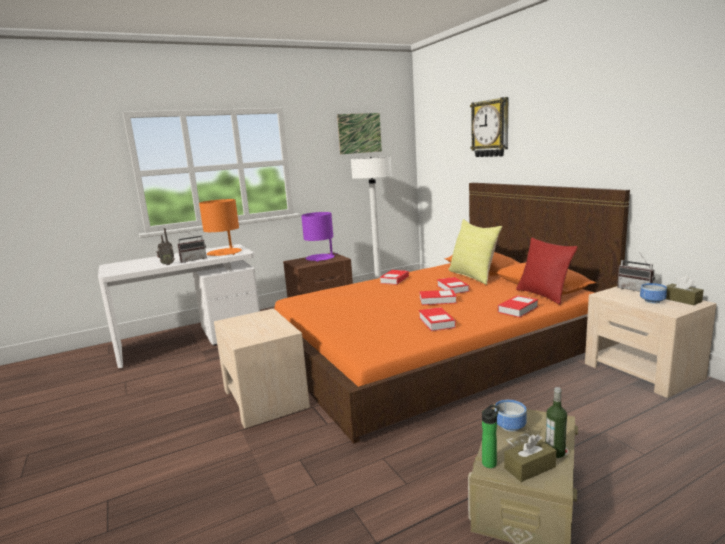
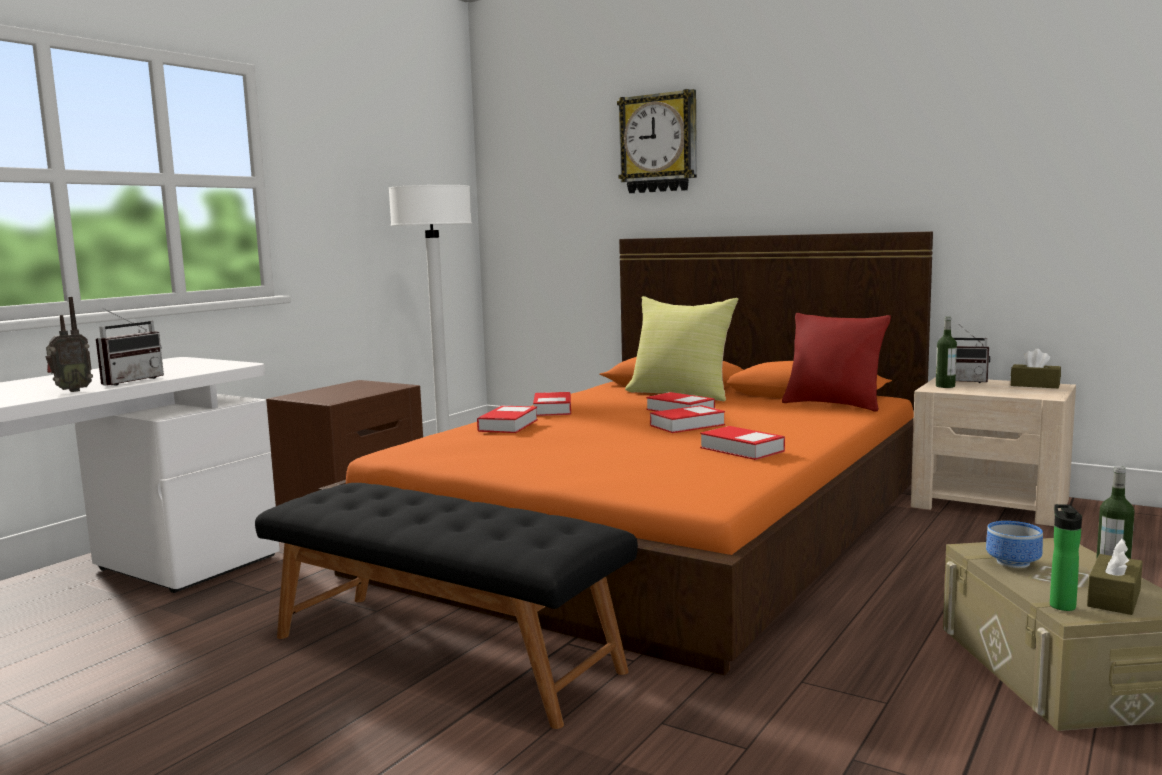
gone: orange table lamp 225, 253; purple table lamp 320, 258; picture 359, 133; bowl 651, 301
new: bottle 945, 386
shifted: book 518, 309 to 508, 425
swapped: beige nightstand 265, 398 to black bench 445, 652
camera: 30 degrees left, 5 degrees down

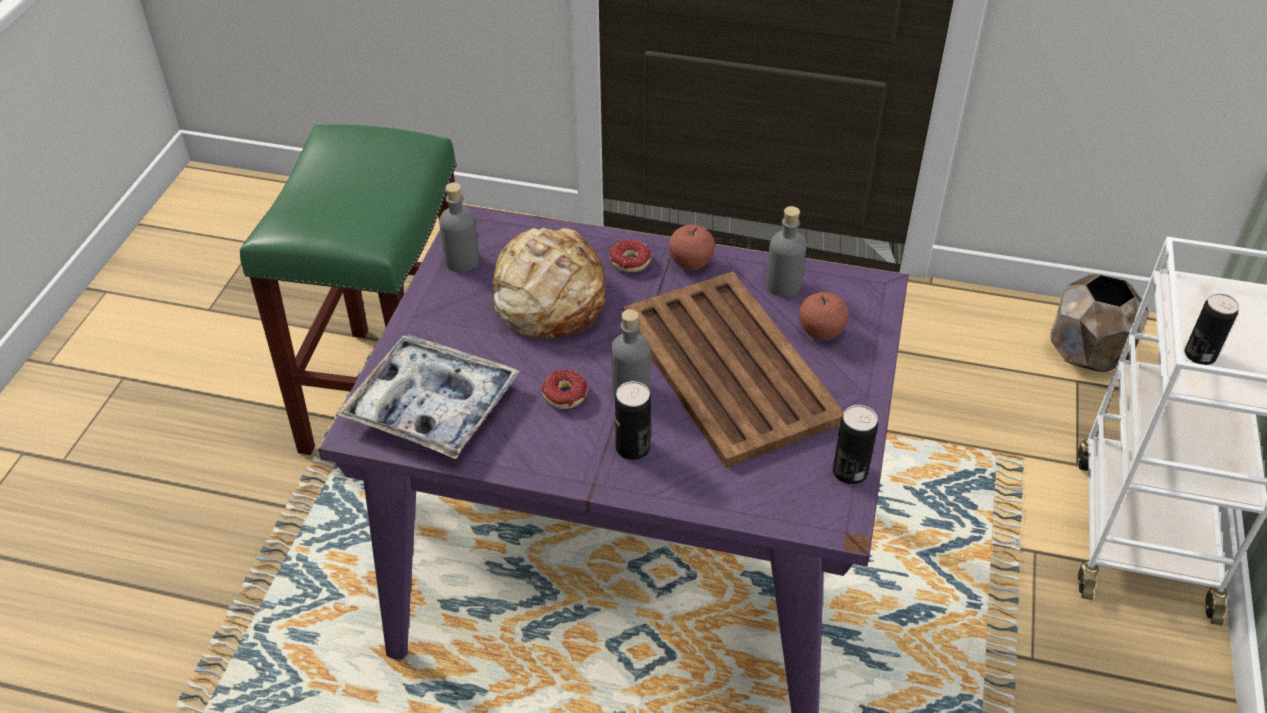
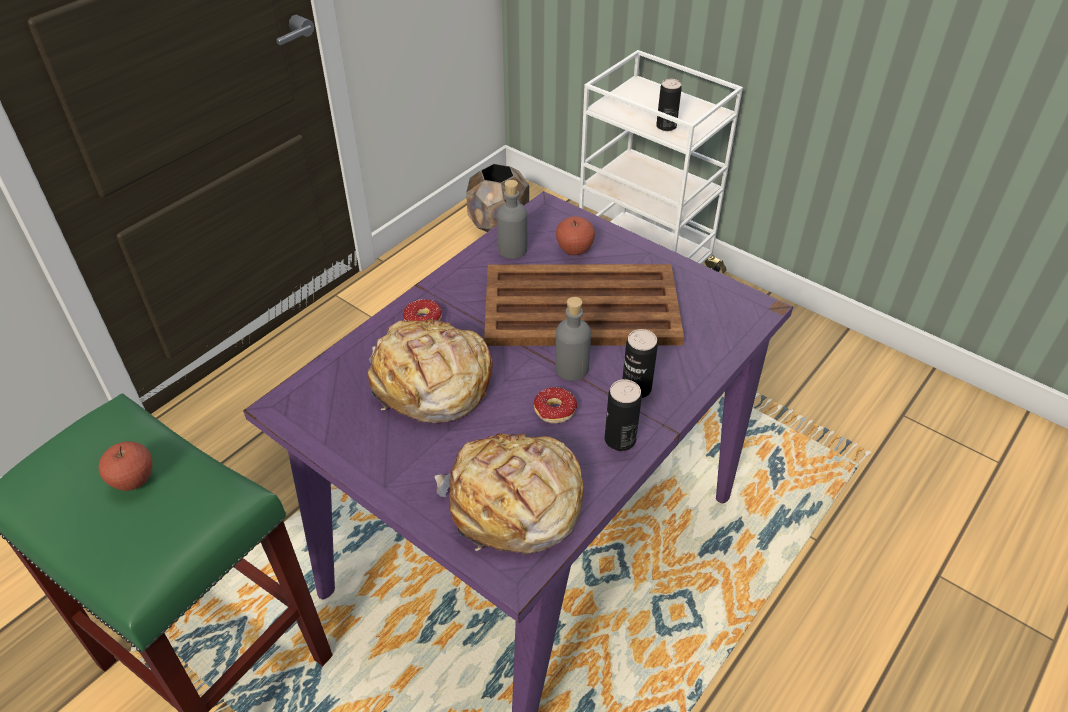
gone: grey bottle 462, 261
shifted: apple 691, 263 to 134, 480; can 850, 472 to 620, 440
swapped: tray 432, 406 to bread 514, 506
camera: 65 degrees left, 0 degrees up

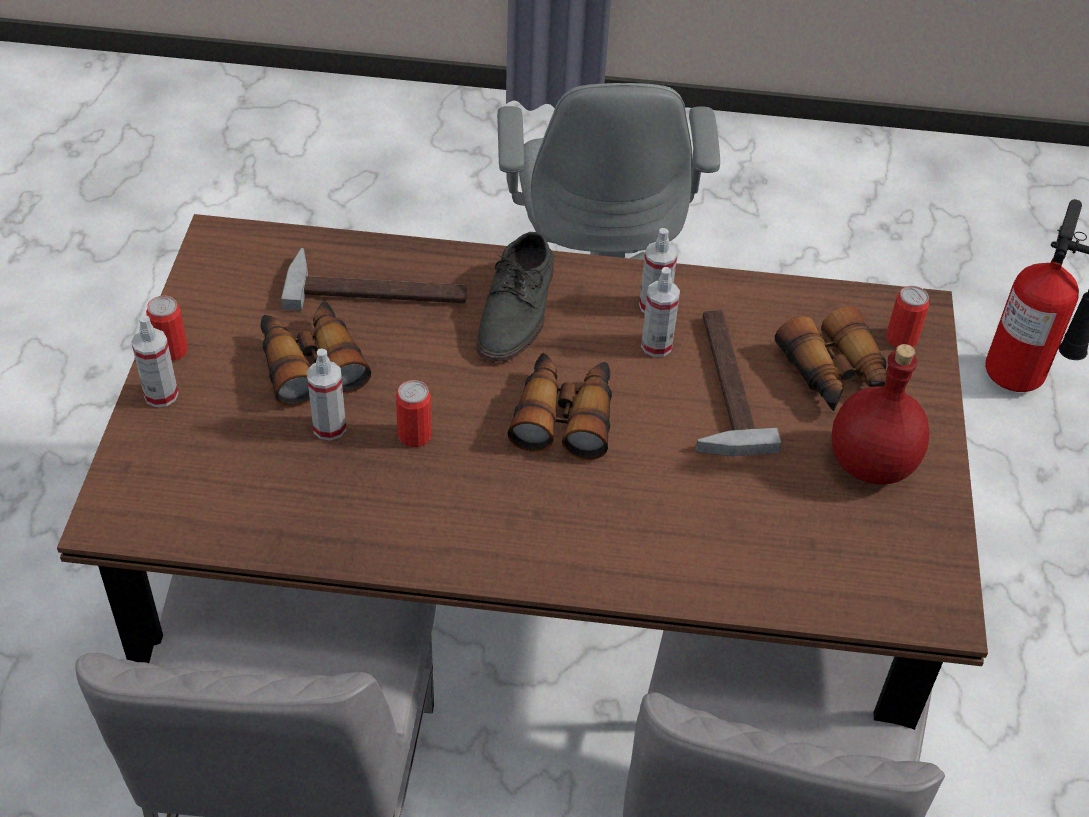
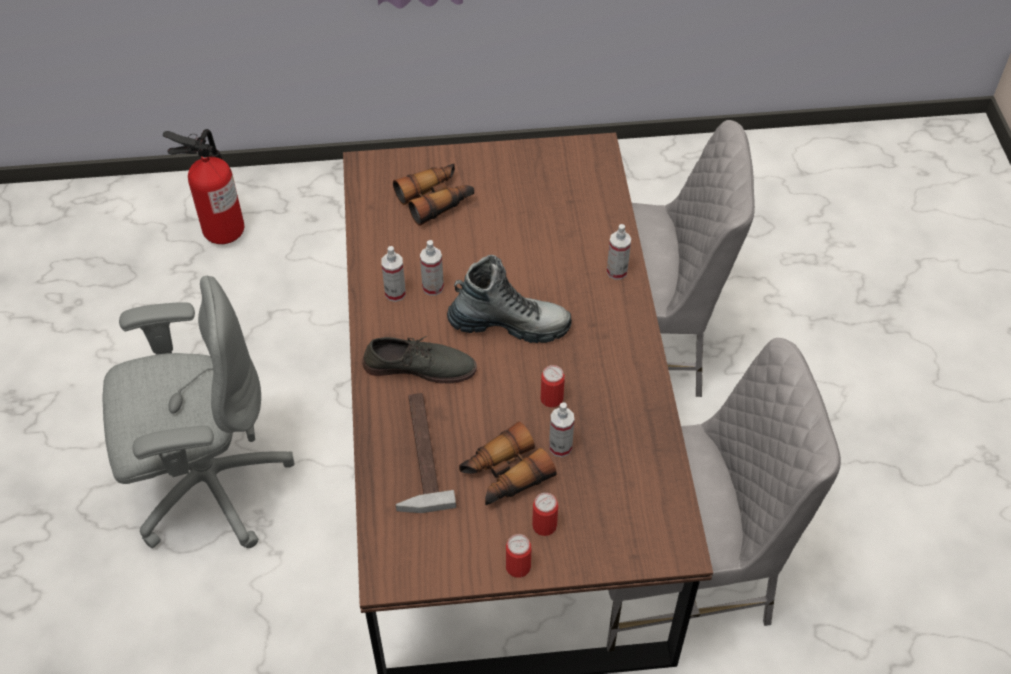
gone: hammer 719, 384; red bottle 870, 465
shifted: spray bottle 161, 395 to 617, 271; can 901, 339 to 544, 525
swapped: binoculars 564, 415 to boot 509, 324
camera: 100 degrees left, 5 degrees up

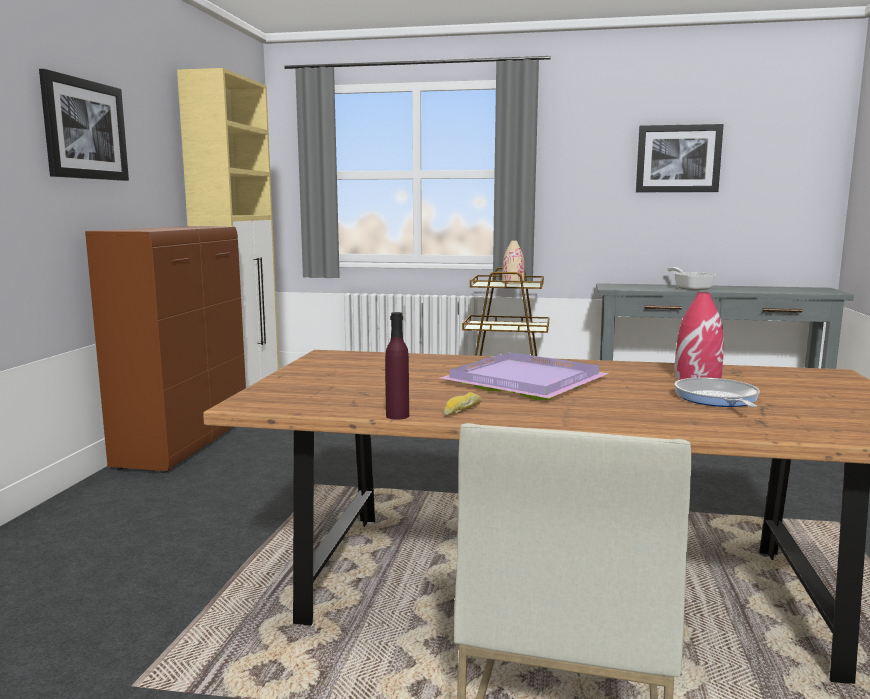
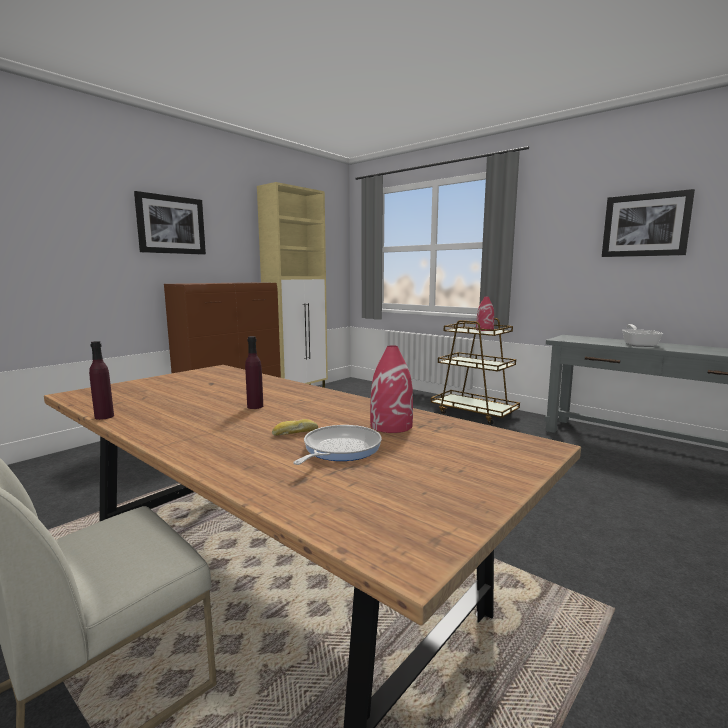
shifted: bread 461, 410 to 295, 433
swapped: purple tray 525, 382 to purple bottle 255, 406
repainted: beige vase 513, 283 to red vase 484, 330
camera: 30 degrees right, 0 degrees up

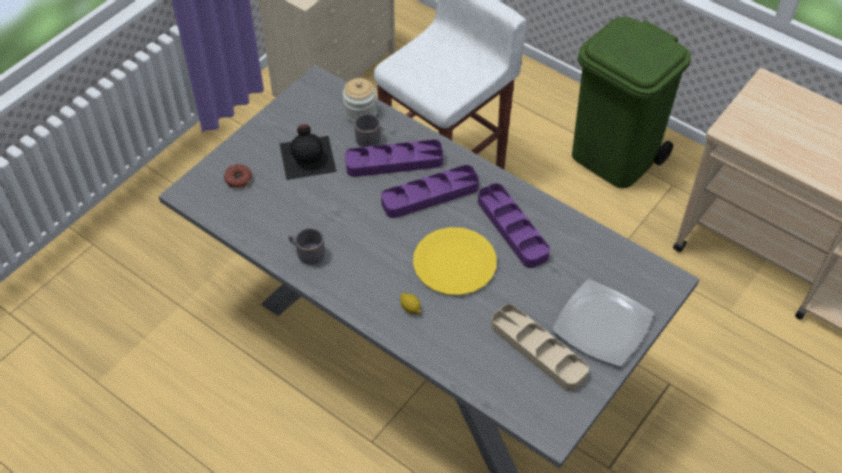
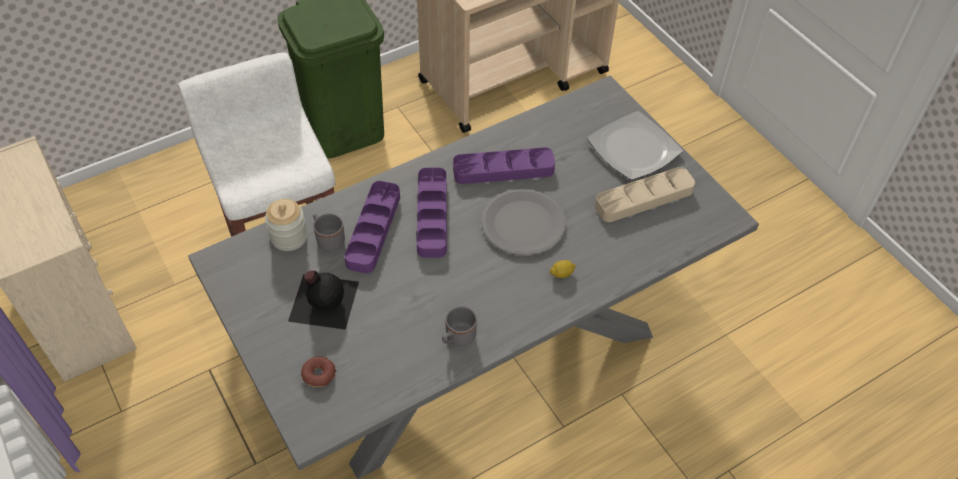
repainted: yellow plate 455, 263 to grey plate 523, 223
camera: 70 degrees left, 0 degrees up

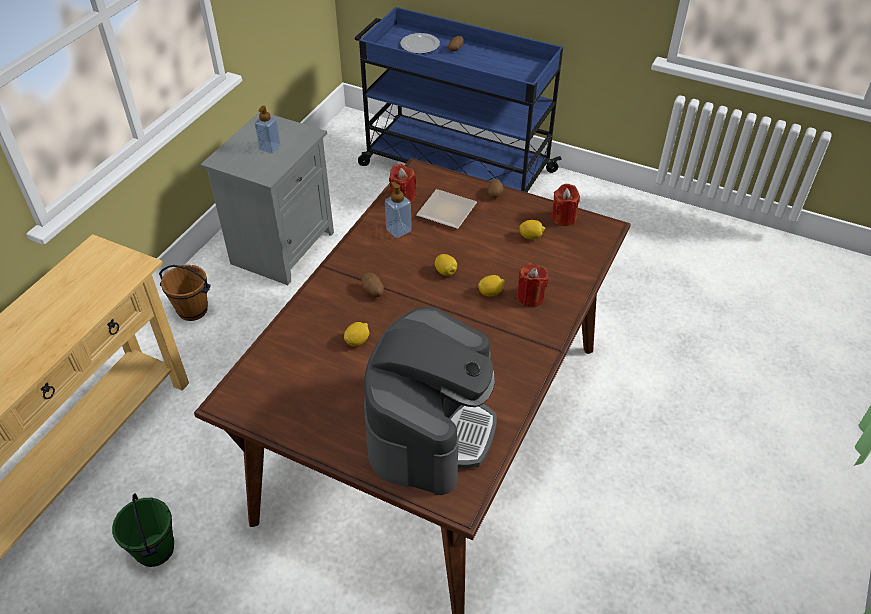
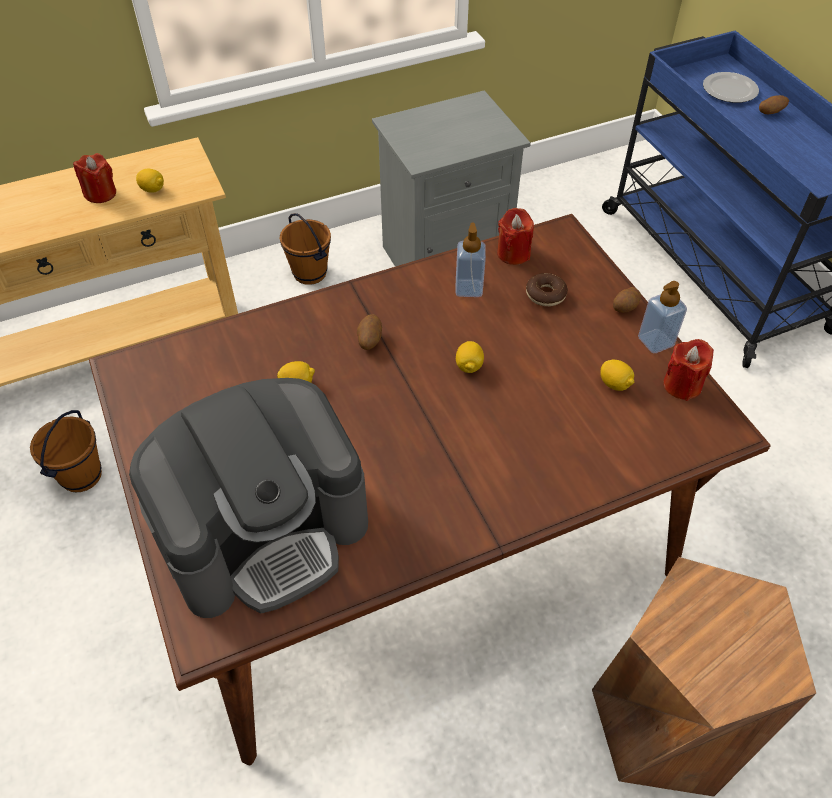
new: brown stool 664, 723
shifted: soap dispenser 270, 147 to 655, 341; lemon 491, 292 to 153, 189; red candle 530, 297 to 101, 194
swapped: plate 446, 210 to donut 545, 295
repainted: green bucket 154, 550 to brown bucket 80, 475
camera: 40 degrees right, 5 degrees up

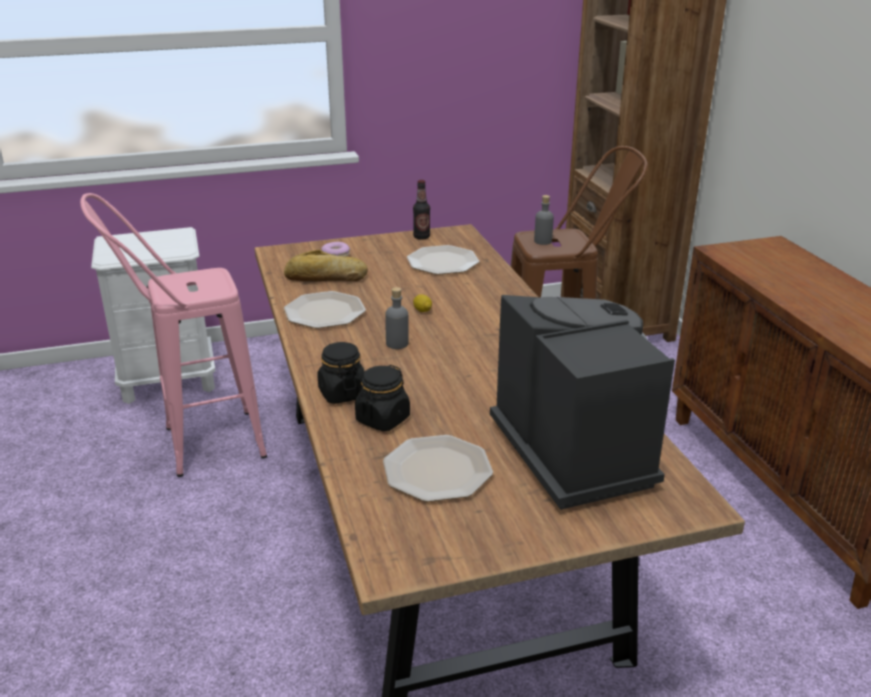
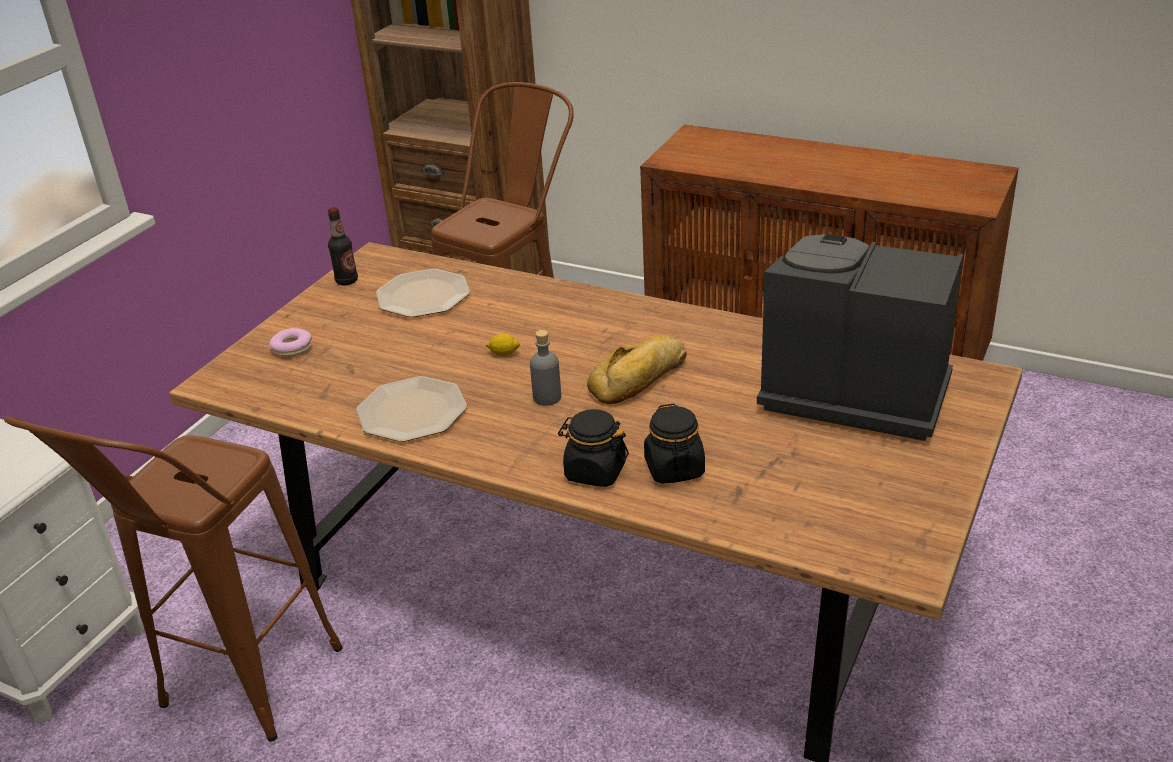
gone: plate 438, 470; grey bottle 543, 241
shifted: bread 325, 277 to 641, 378
repainted: pink stool 196, 447 to brown stool 236, 697
camera: 45 degrees left, 5 degrees up

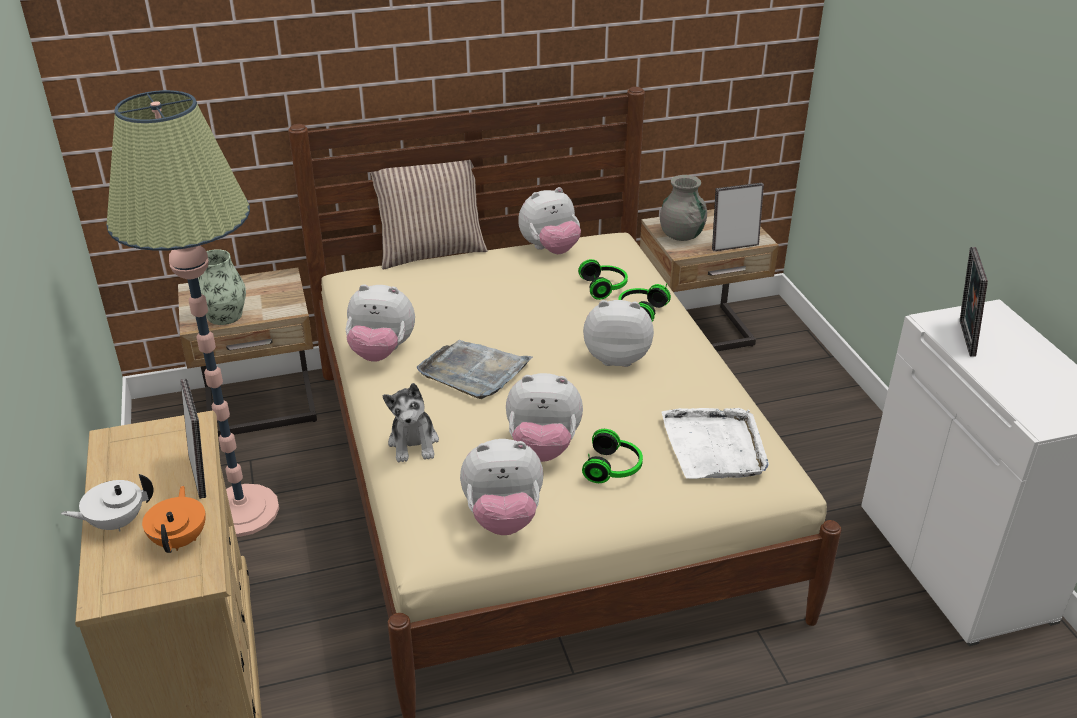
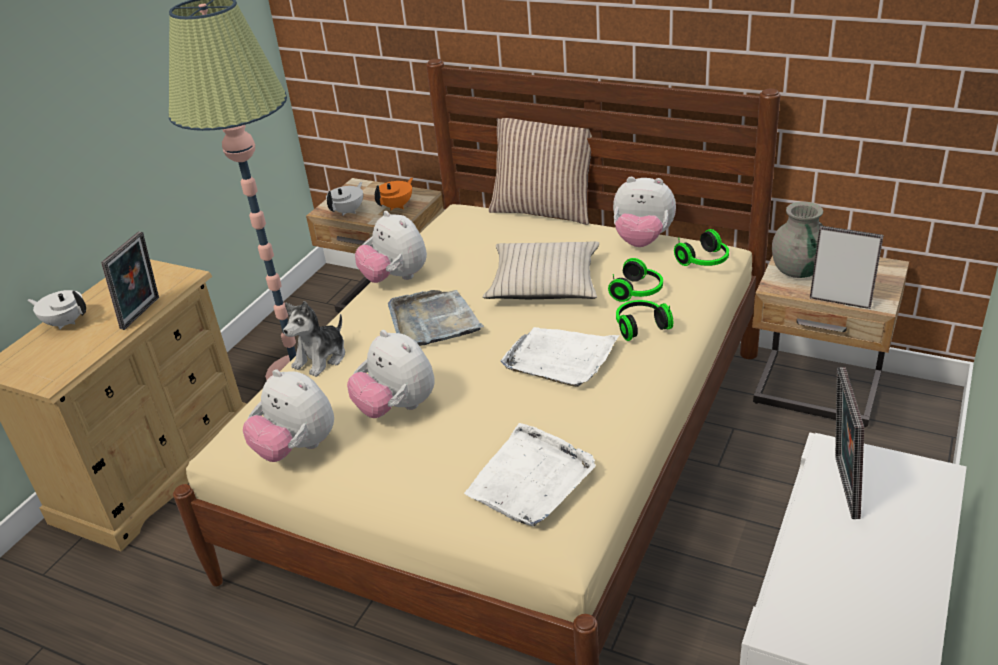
new: beige pillow 544, 283
shifted: orange teapot 180, 539 to 397, 206; headphones 614, 468 to 705, 261
swapped: vase 225, 315 to white teapot 348, 211; plush toy 617, 357 to white tray 560, 358
rotated: picture frame 963, 338 = 841, 486 45 degrees counterclockwise
camera: 45 degrees right, 0 degrees up

